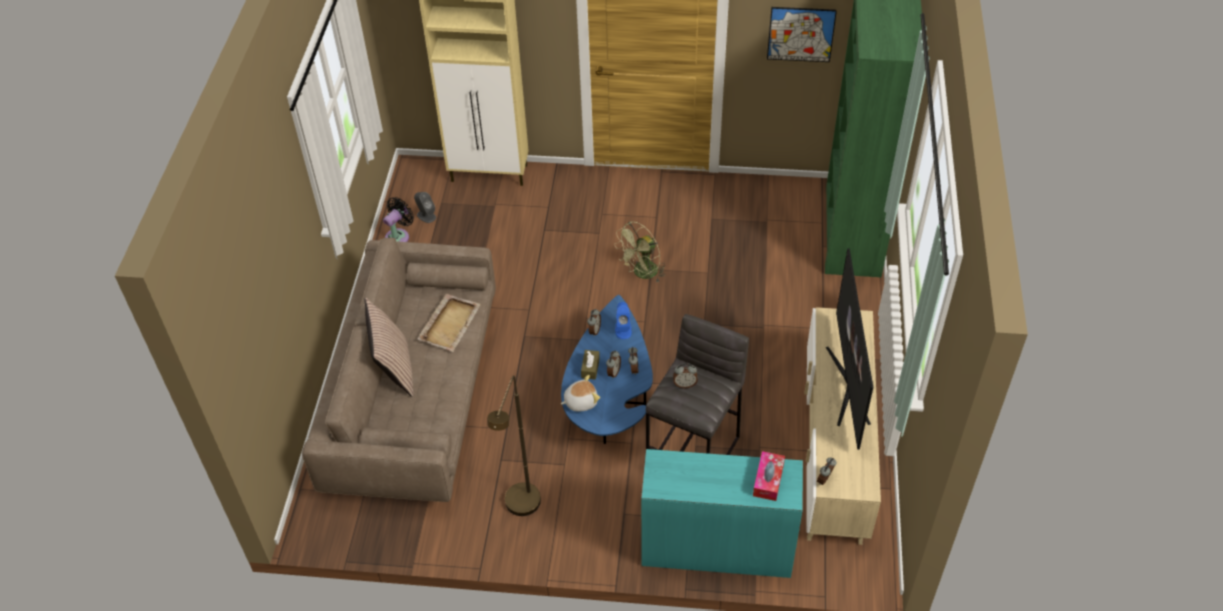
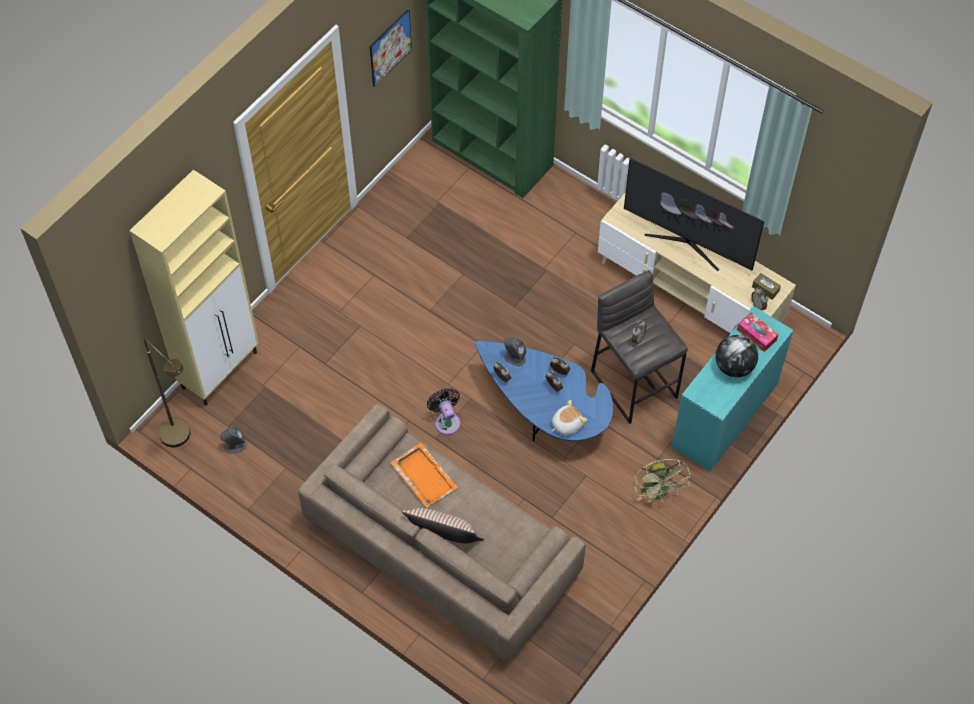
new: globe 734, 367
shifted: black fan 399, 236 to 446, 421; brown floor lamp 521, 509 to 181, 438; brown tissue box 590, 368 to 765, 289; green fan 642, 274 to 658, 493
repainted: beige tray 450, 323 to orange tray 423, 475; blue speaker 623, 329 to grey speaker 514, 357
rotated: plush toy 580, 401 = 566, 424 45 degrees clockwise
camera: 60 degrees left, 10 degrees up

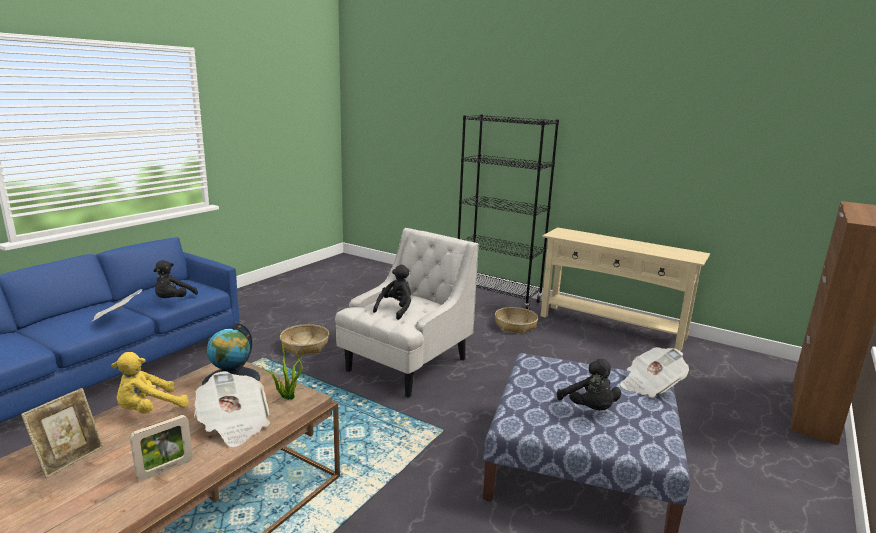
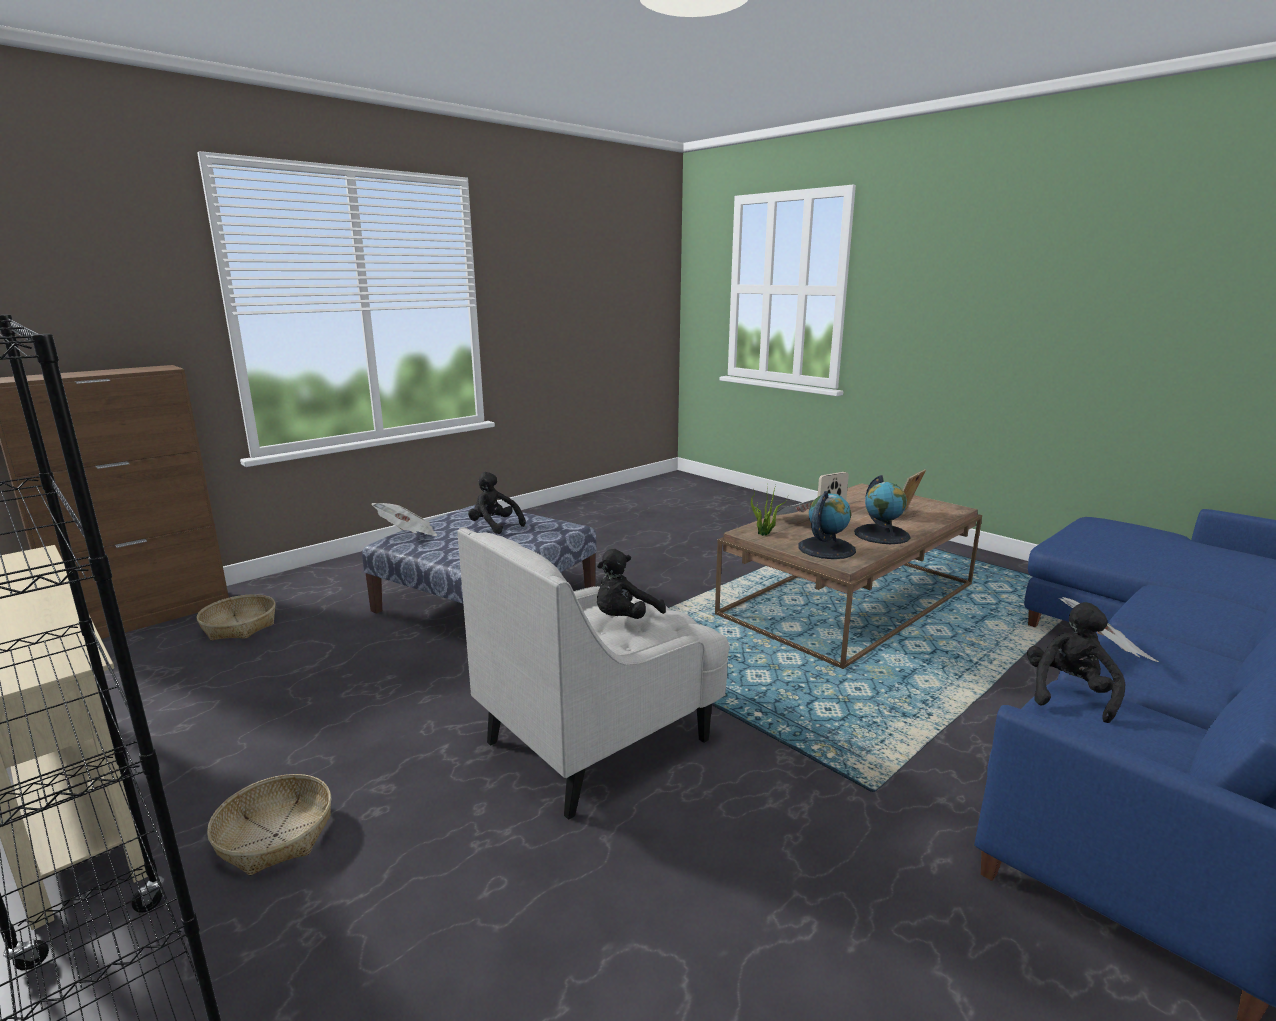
shifted: basket 305, 346 to 240, 626
swapped: yellow plush toy 149, 410 to globe 882, 534
rotated: black plush toy 589, 409 = 494, 526 45 degrees counterclockwise
camera: 165 degrees left, 0 degrees up

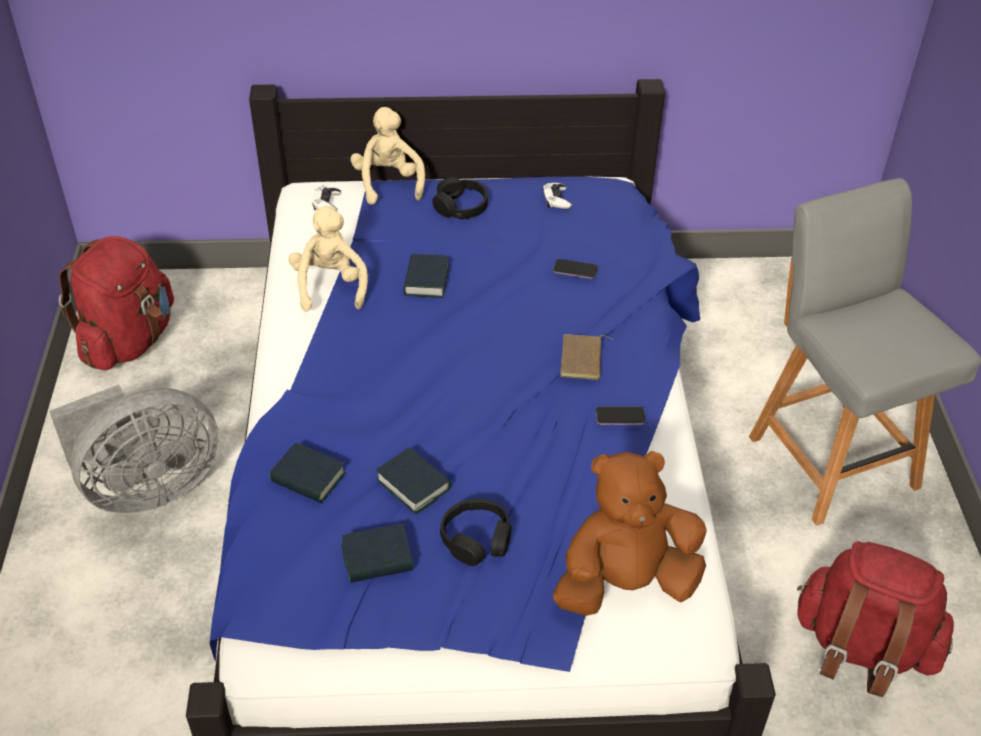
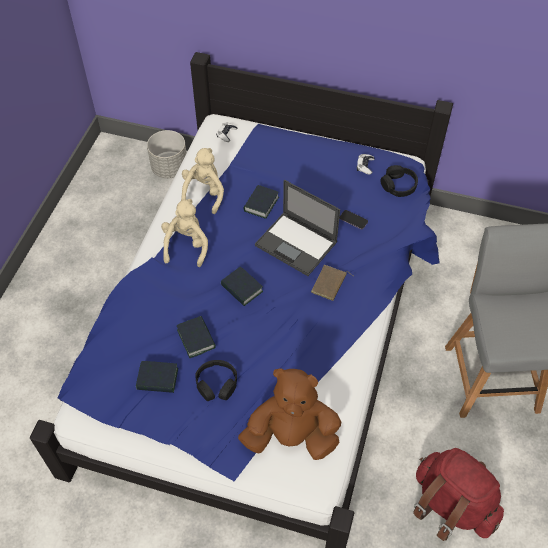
gone: grey fan 148, 488; red backpack 129, 341; phone 620, 417
new: grey planter 169, 168; laptop 297, 244
shifted: book 308, 478 to 242, 289; beige plush toy 388, 183 to 186, 245; black headphones 461, 207 to 398, 185
camera: 20 degrees right, 10 degrees up

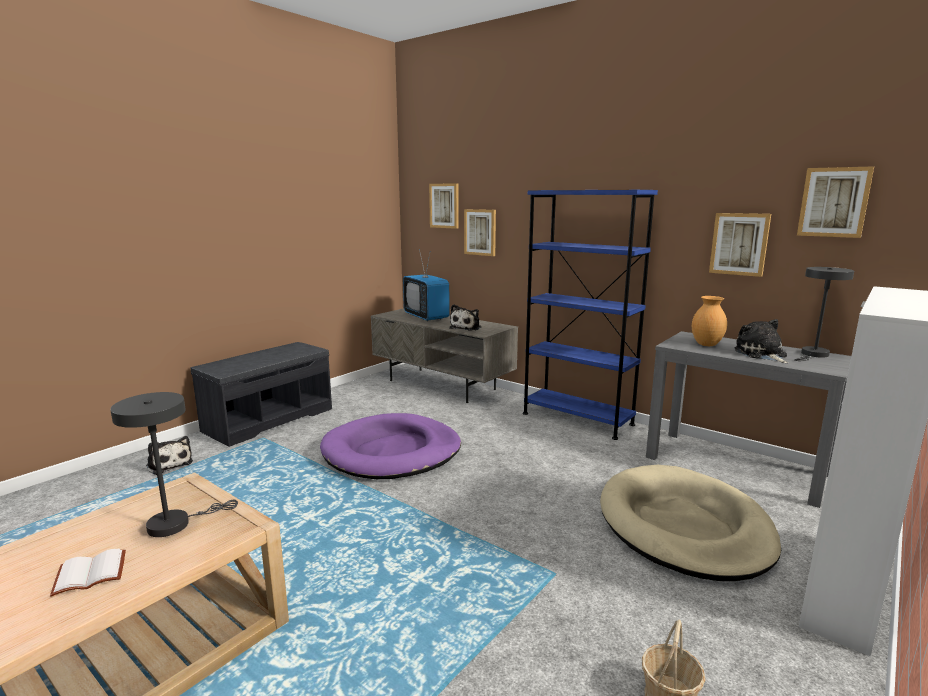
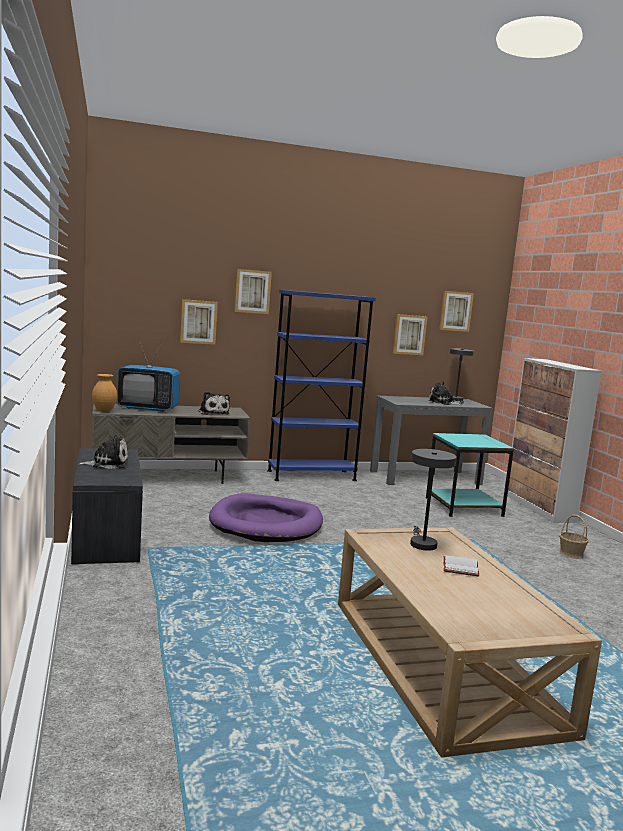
shifted: plush toy 169, 464 to 107, 464; picture 444, 205 to 252, 291; brown vase 706, 344 to 104, 410
swapped: beige dog bed 684, 526 to turquoise side table 465, 507
camera: 55 degrees left, 5 degrees down

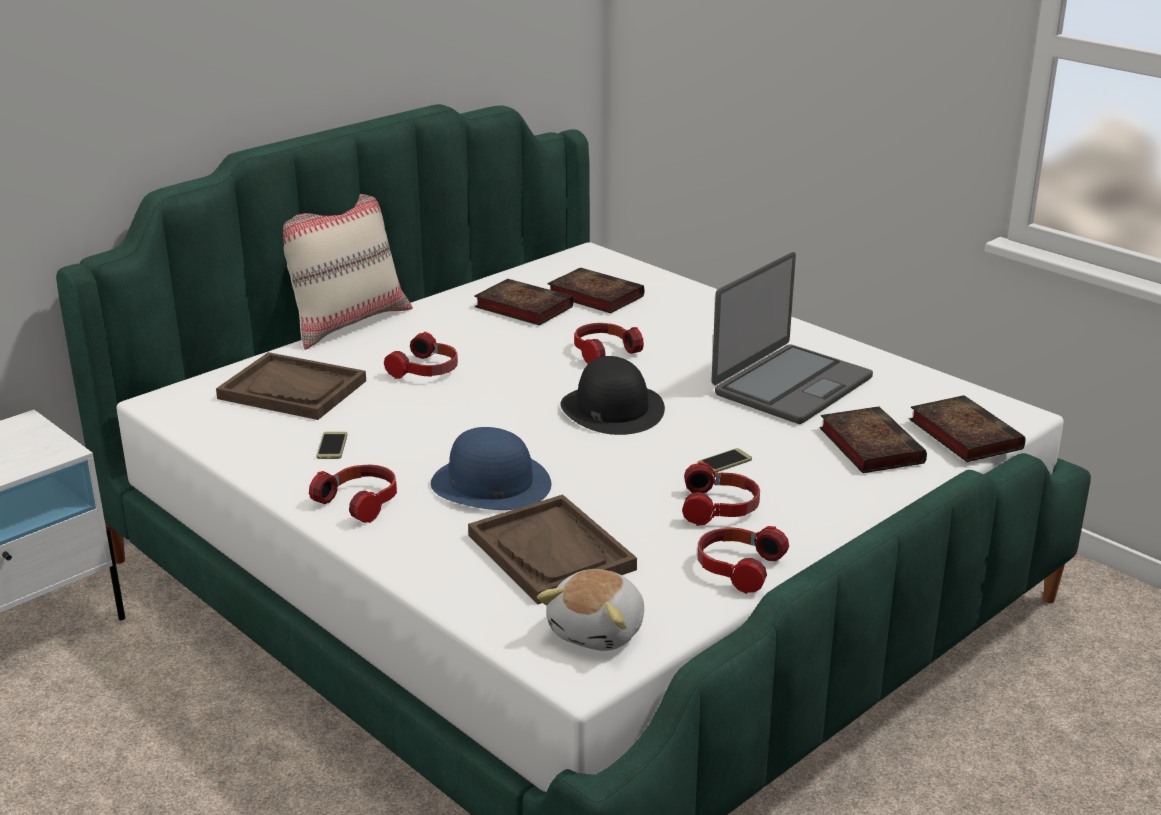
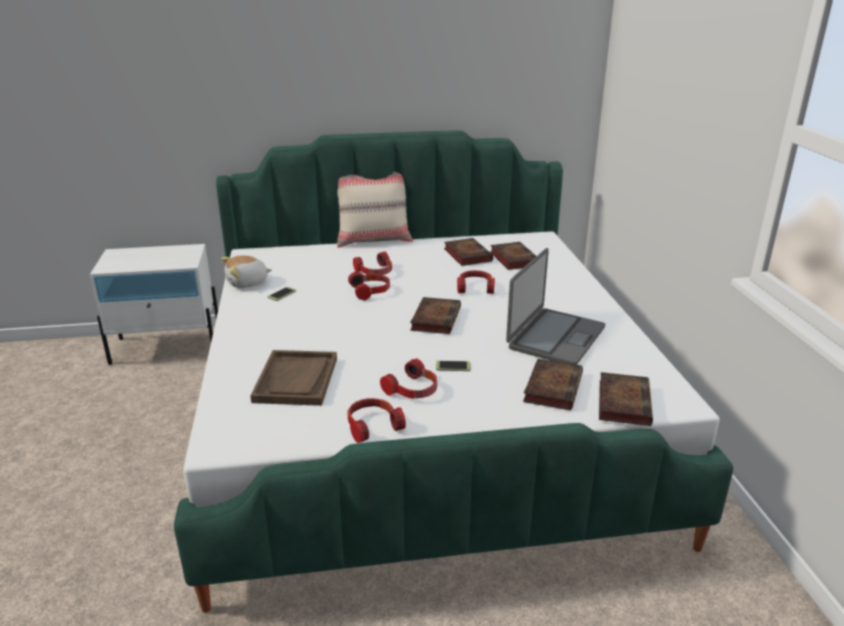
gone: brown tray 293, 390; blue hat 490, 483
shifted: headphones 361, 502 to 370, 291; plush toy 599, 631 to 247, 283
swapped: black hat 611, 409 to book 435, 318
rotated: laptop 790, 385 = 555, 337 45 degrees counterclockwise
camera: 35 degrees right, 0 degrees up

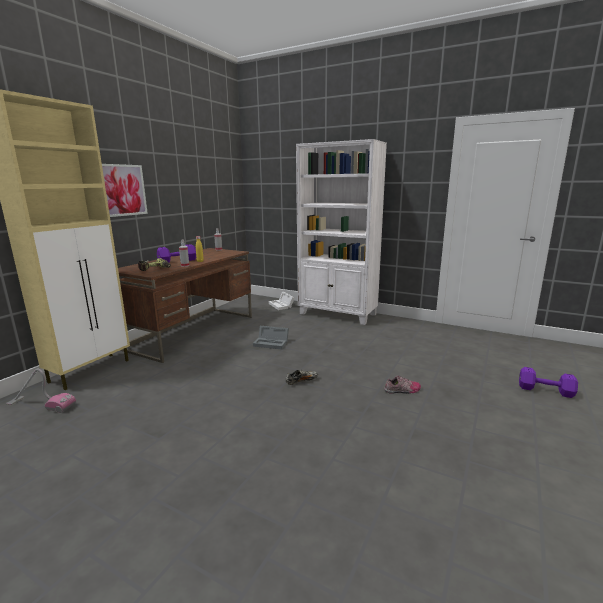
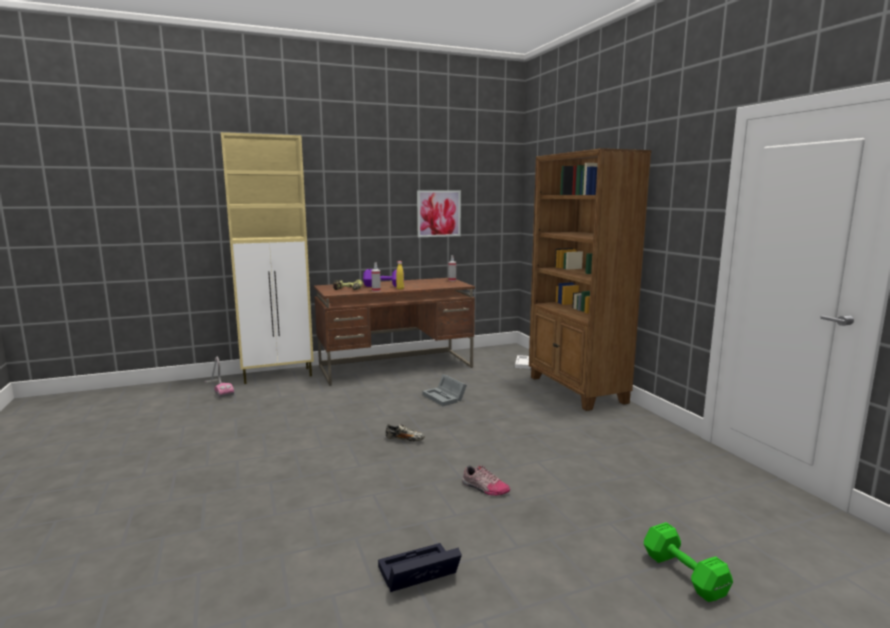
new: black storage box 417, 575
shifted: picture 122, 190 to 438, 213
repainted: white bookcase 338, 314 to brown bookcase 576, 390; purple dumbbell 544, 390 to green dumbbell 683, 573
camera: 40 degrees right, 5 degrees down

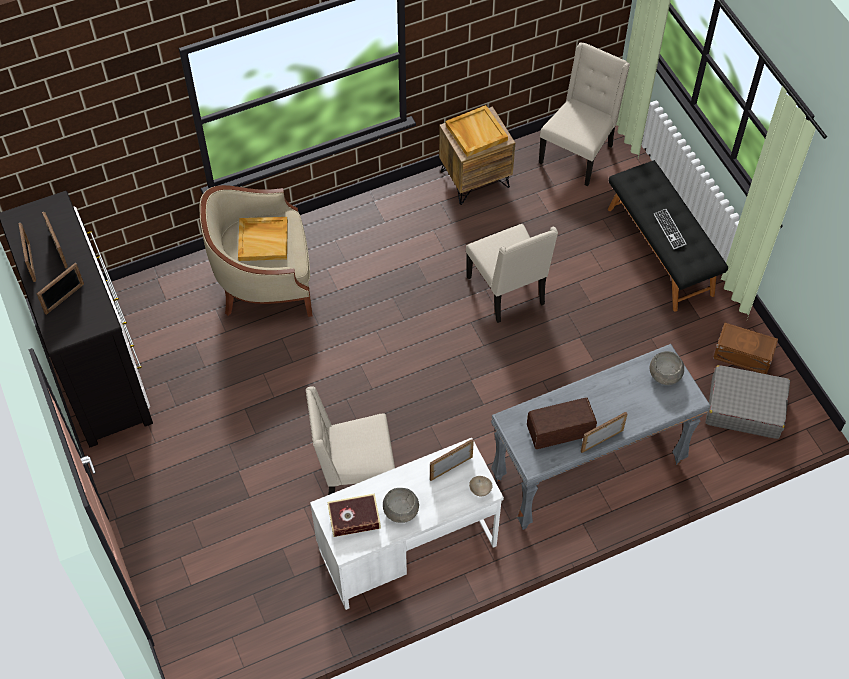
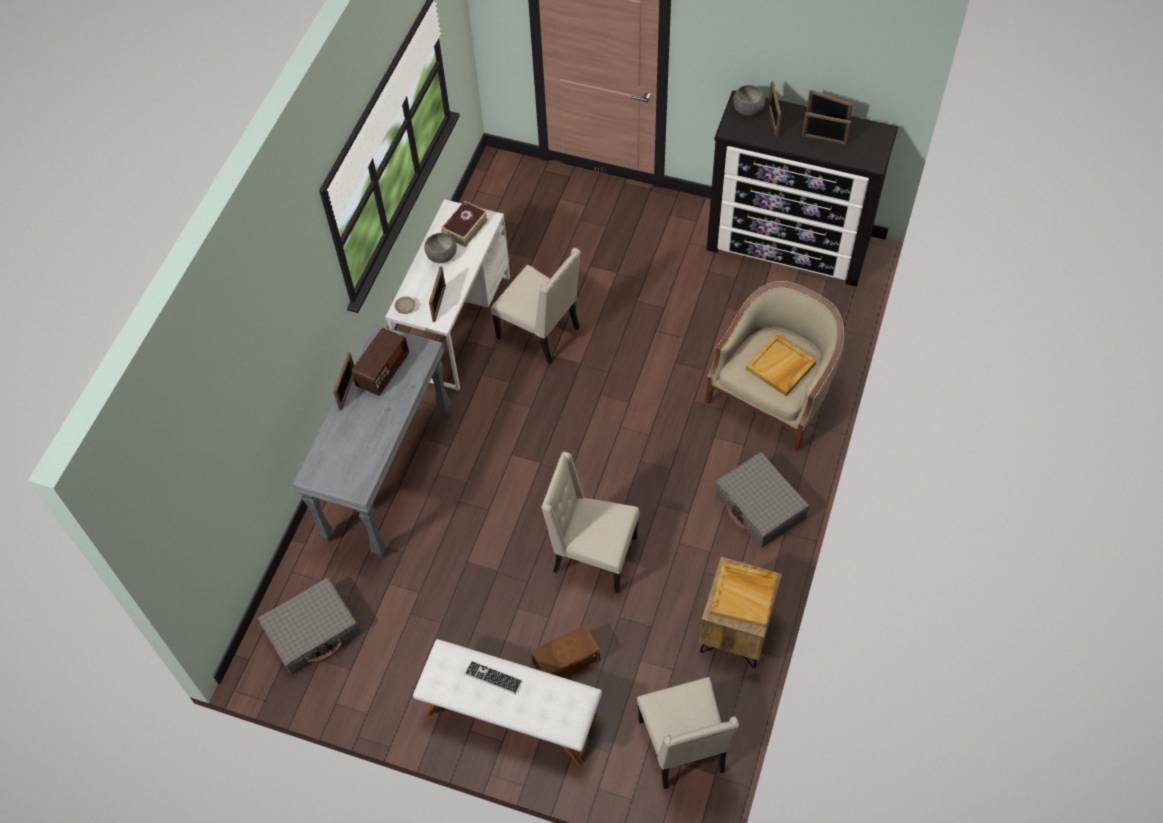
new: grey suitcase 760, 506
shifted: grey bowl 665, 375 to 747, 108; brown storage box 743, 356 to 565, 661
repainted: black bench 660, 251 to white bench 510, 715
rotated: beige chair 355, 476 = 540, 333 90 degrees clockwise
camera: 135 degrees right, 0 degrees up

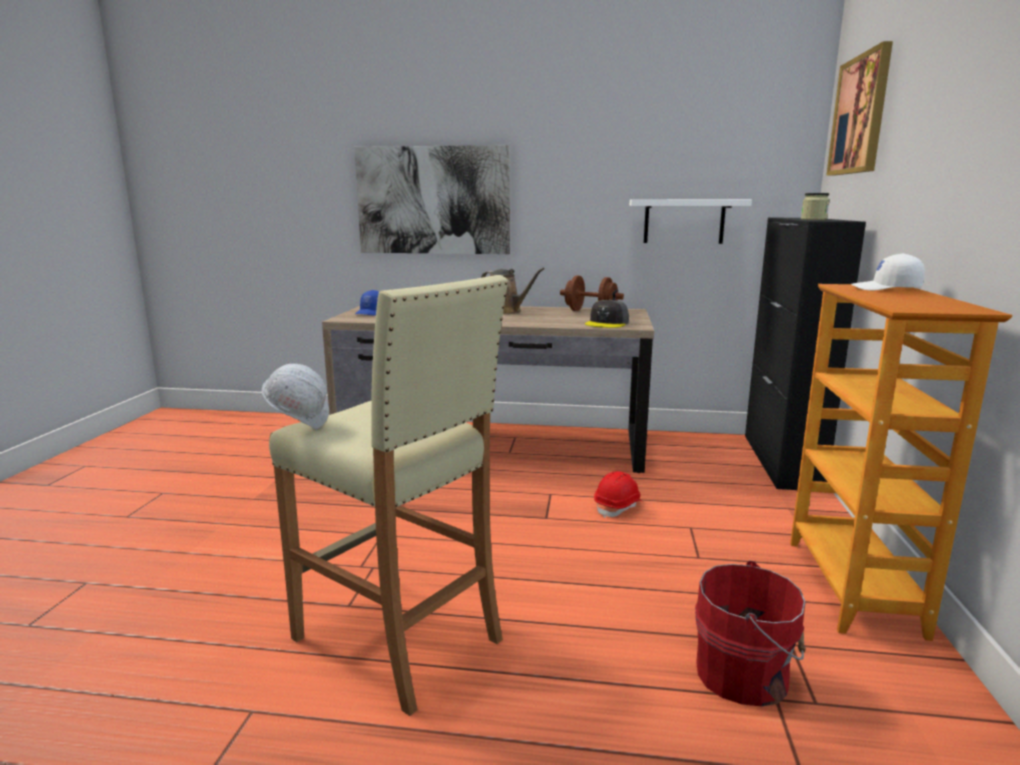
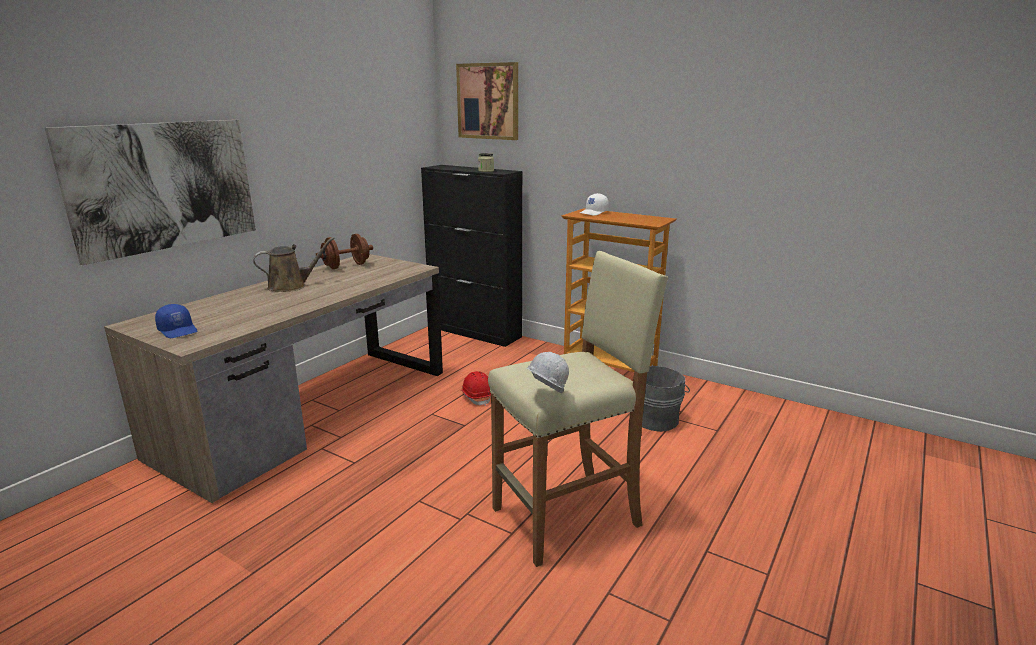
gone: grey cap 607, 323; white shelf 684, 221
repainted: red bucket 746, 674 to grey bucket 657, 419
camera: 65 degrees left, 5 degrees up

